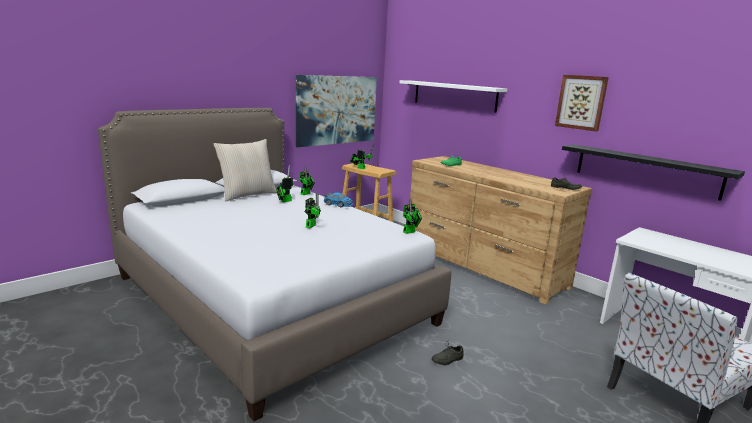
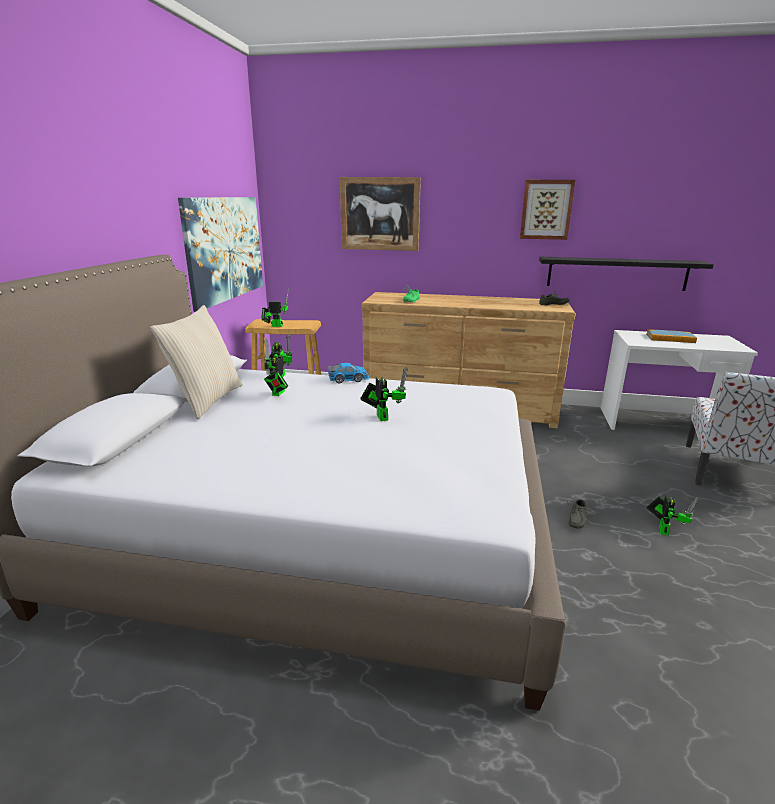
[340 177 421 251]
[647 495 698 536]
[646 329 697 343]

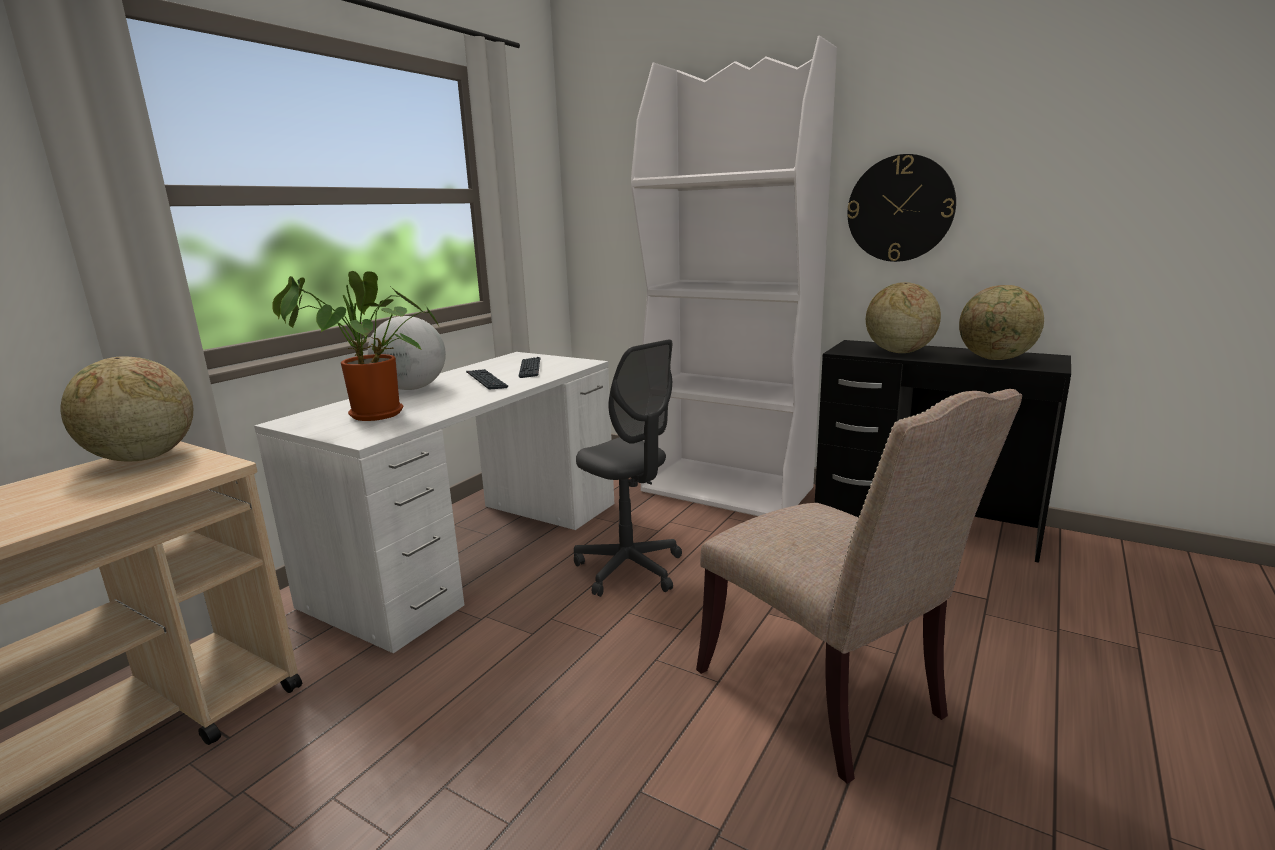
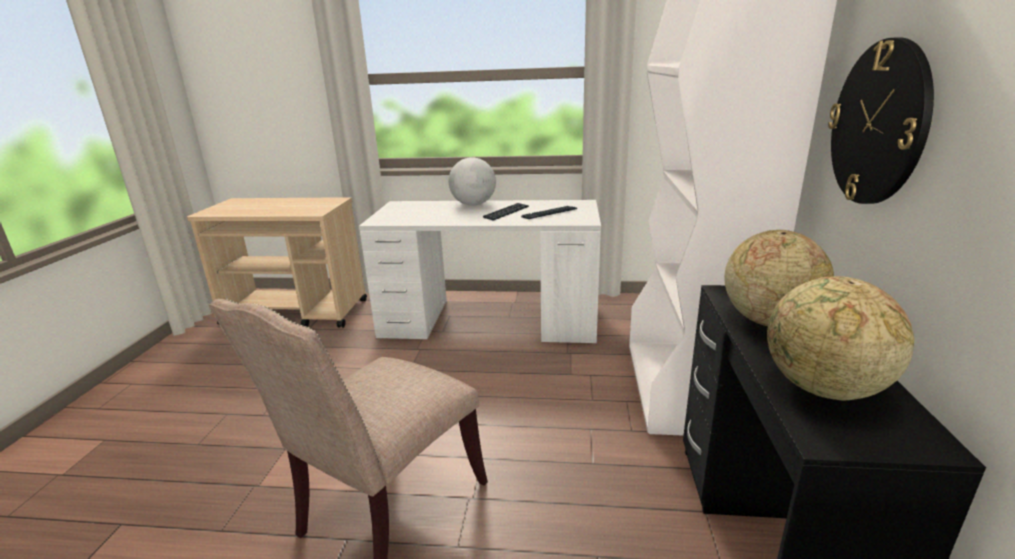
[61 356 193 461] (first image)
[272 271 439 421] (first image)
[574 339 682 597] (first image)

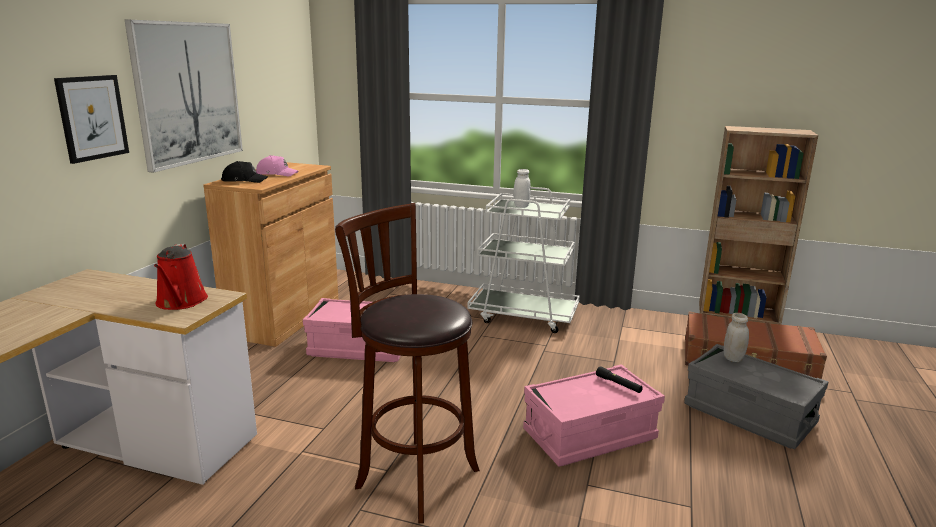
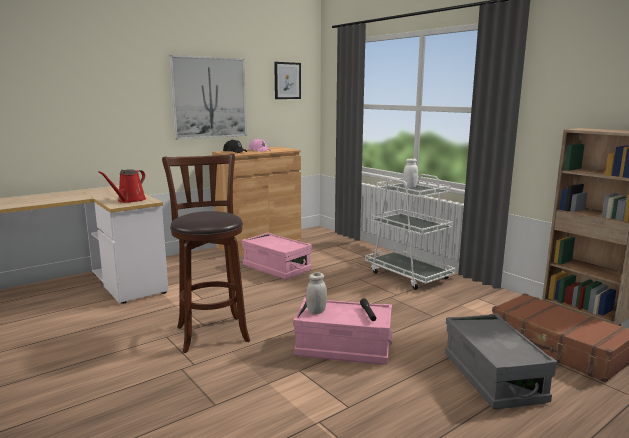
[274 62 301 99]
[306 272 327 314]

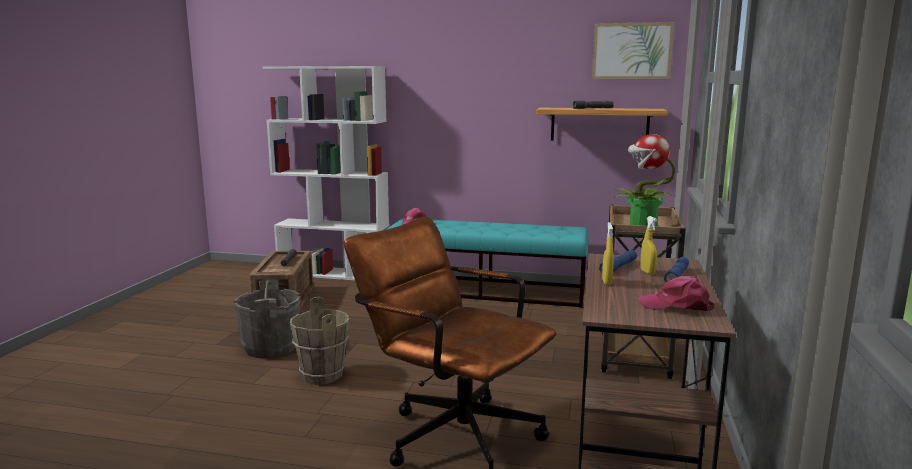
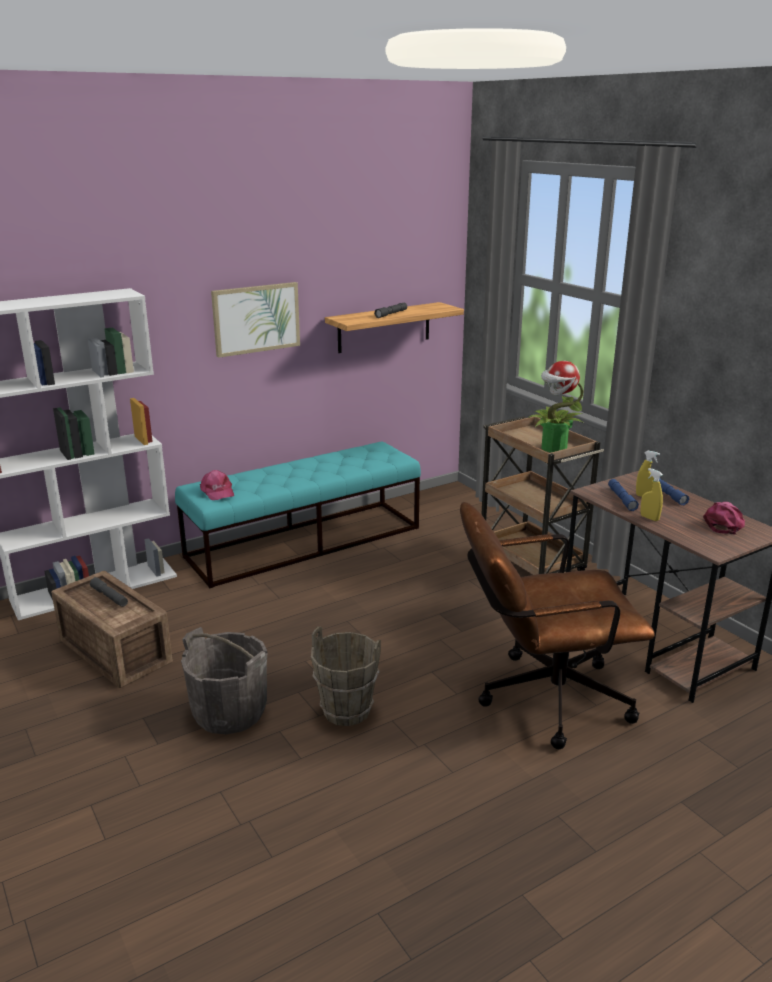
[211 282 300 358]
[703 502 745 534]

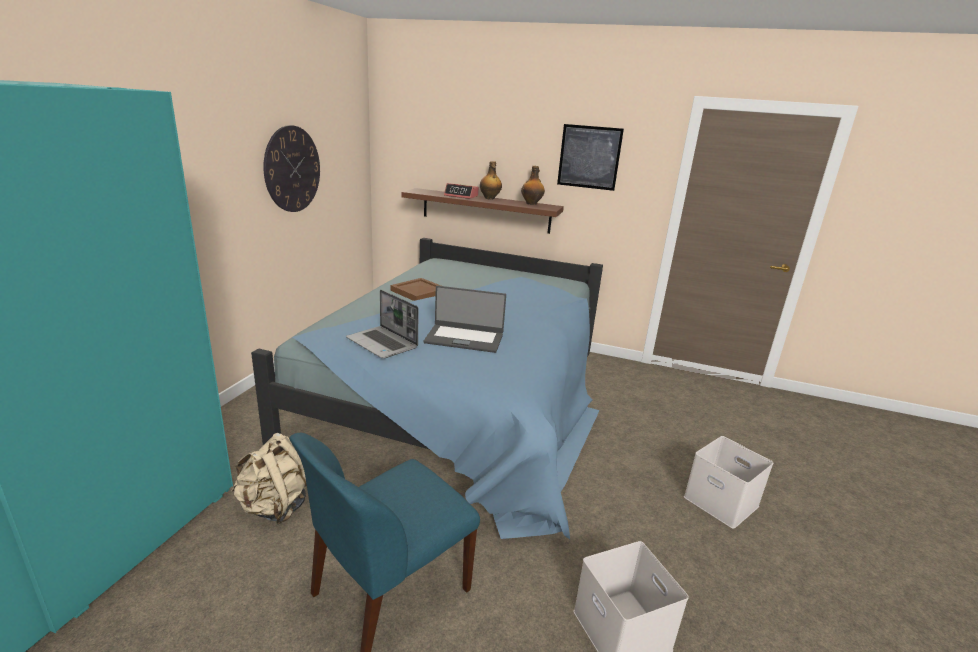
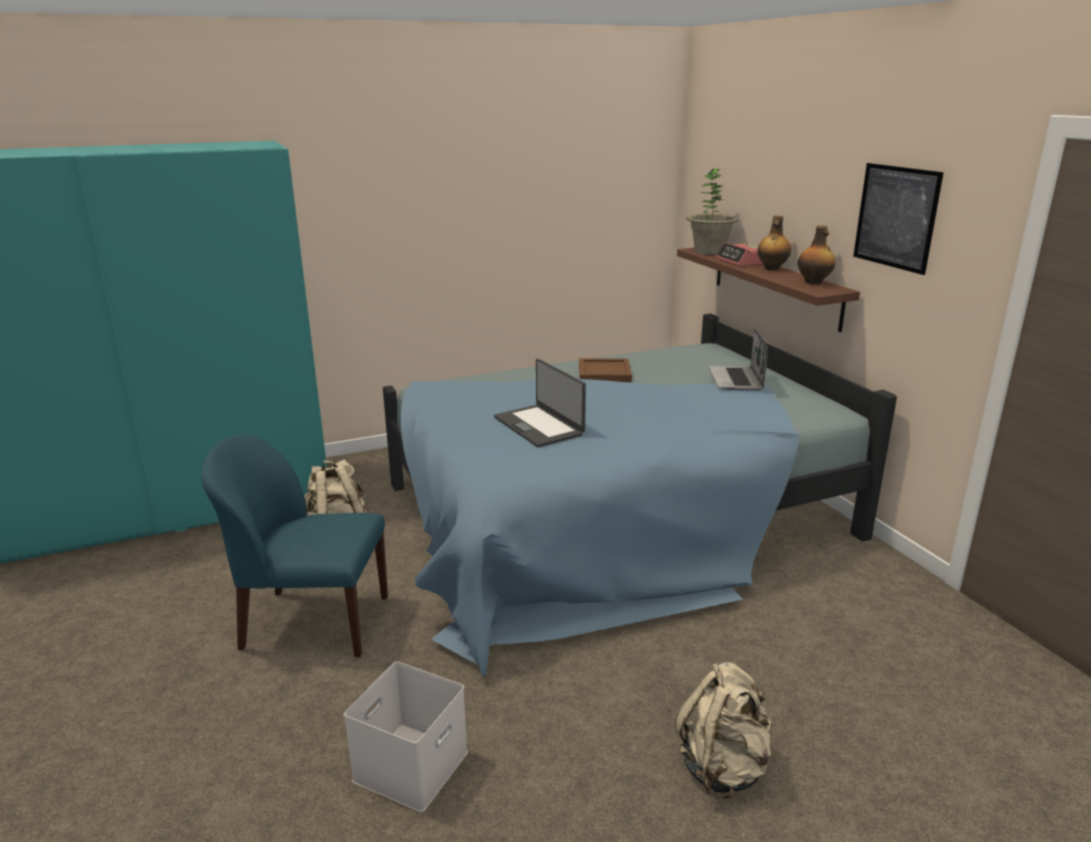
[263 125 320 212] (first image)
[709 328 768 390]
[675 662 773 799]
[686 169 738 255]

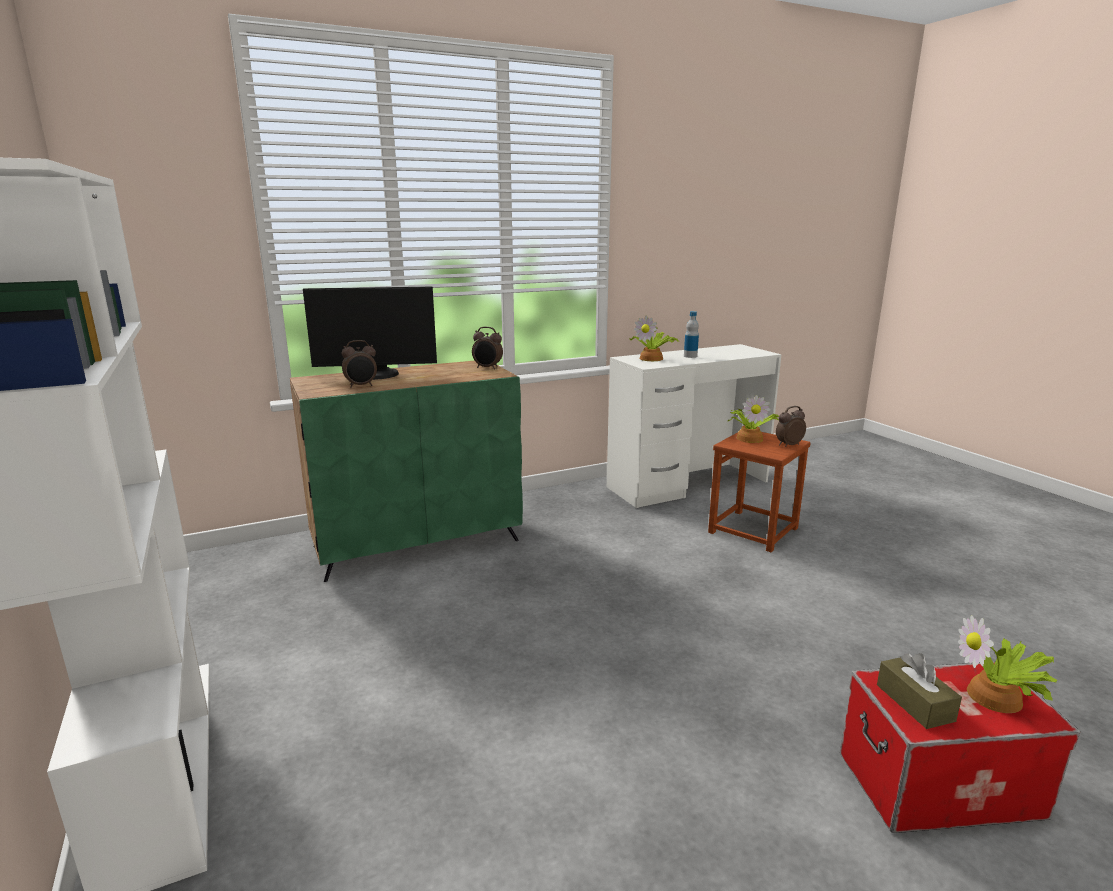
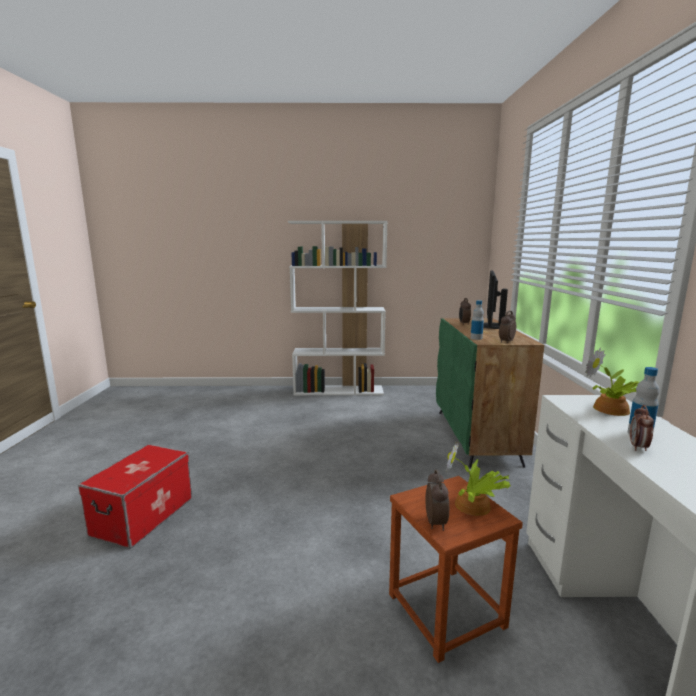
[877 653 962 729] (first image)
[958 615 1058 713] (first image)
[471 300 484 340]
[630 405 654 451]

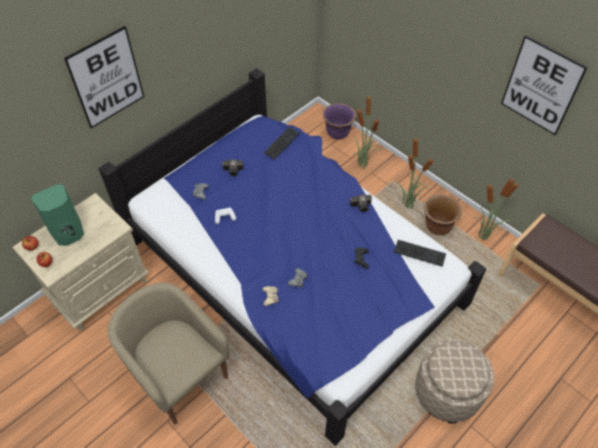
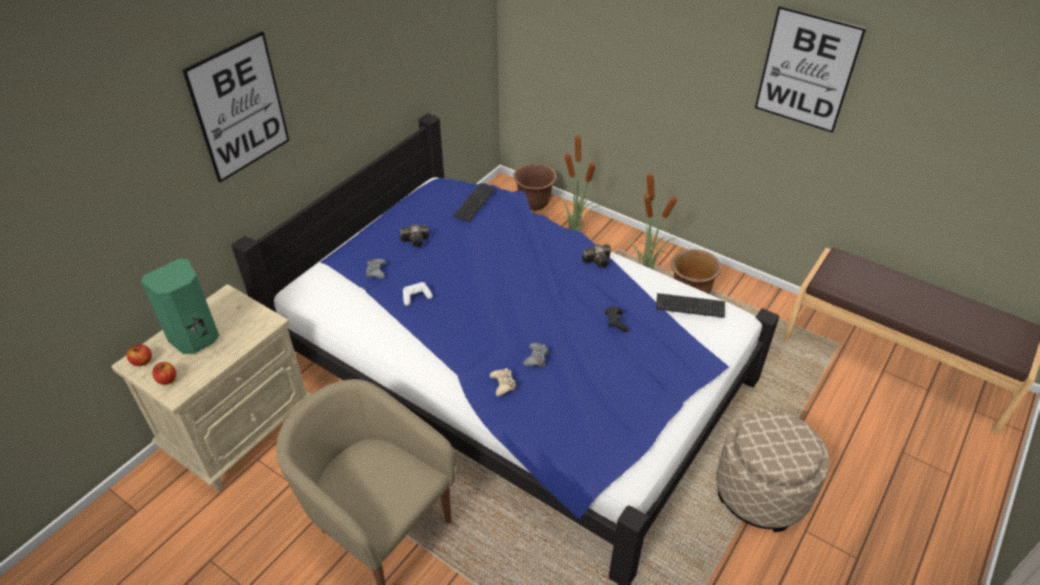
[513 164 557 211]
[474 176 519 240] (first image)

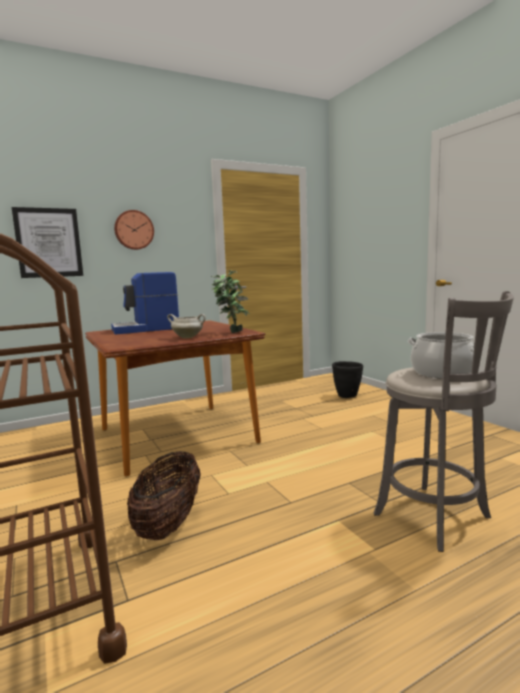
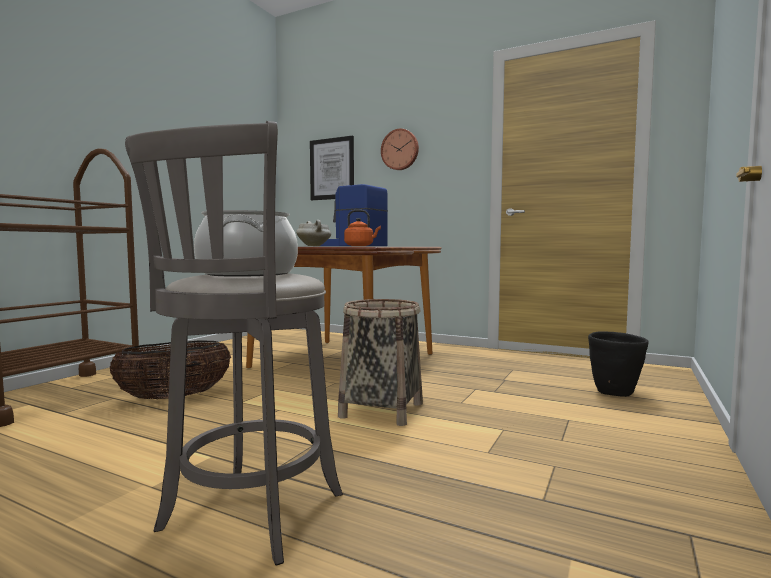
[344 210 381 246]
[338 299 423 426]

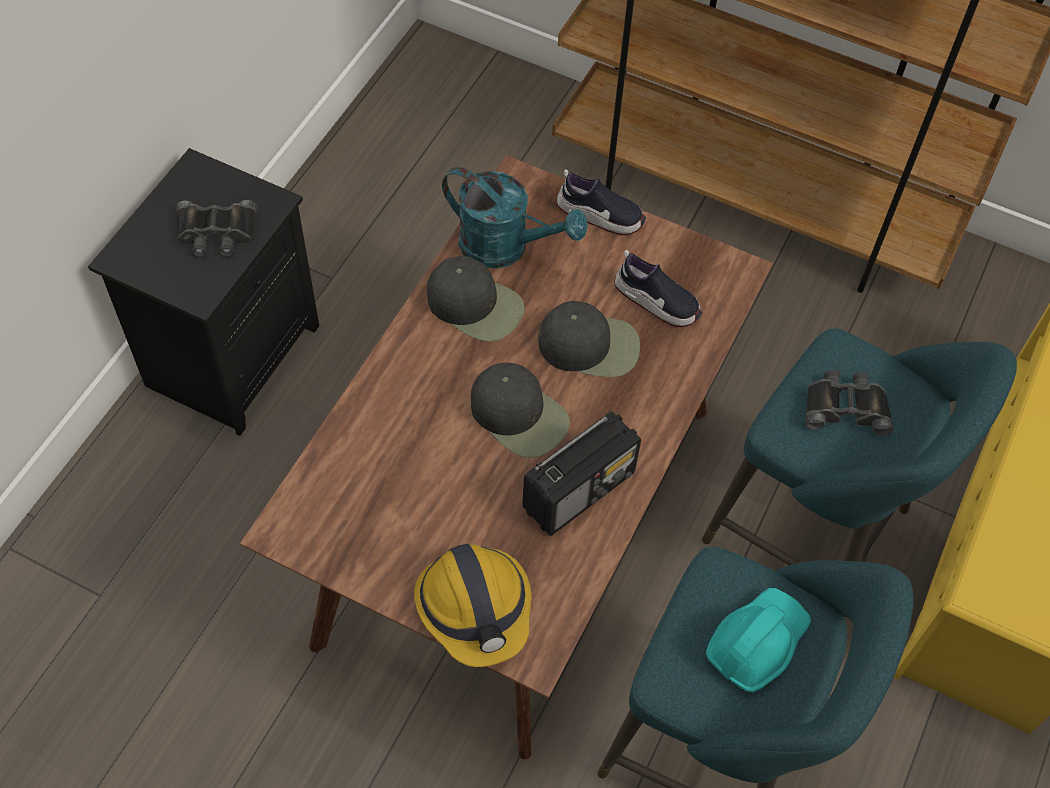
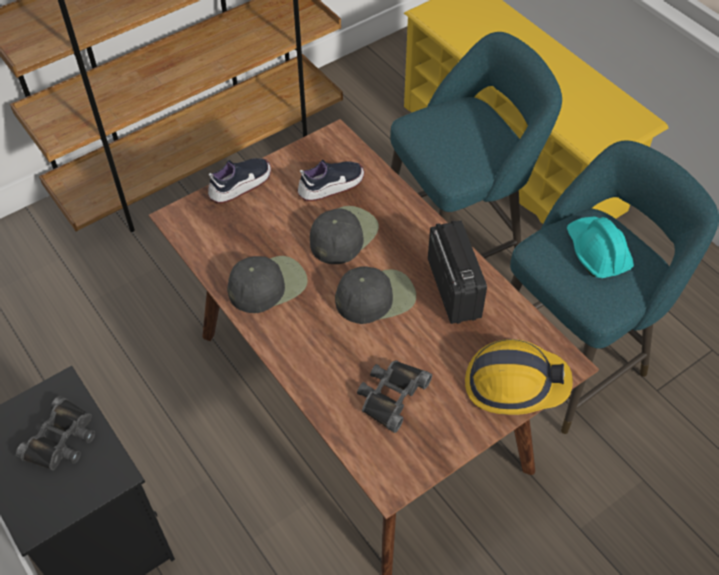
[442 167 588 269] (first image)
[357 360 432 433]

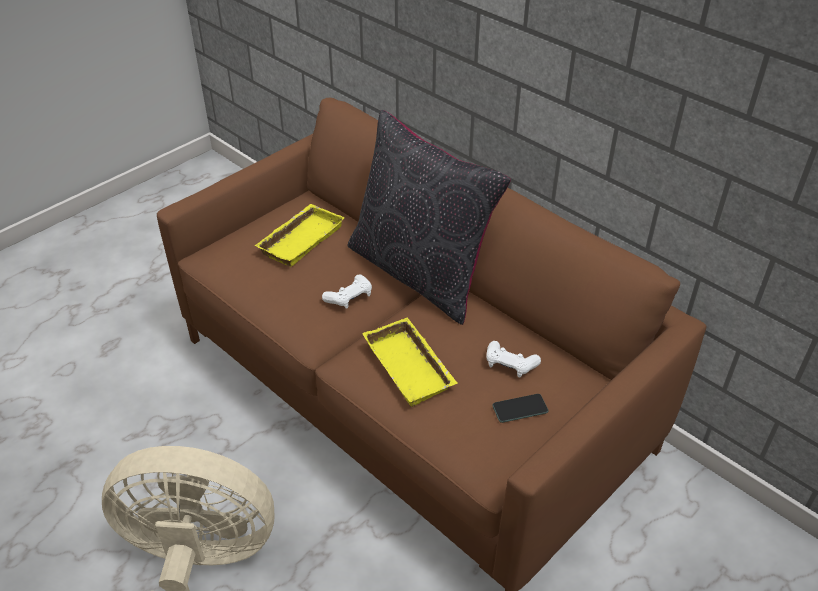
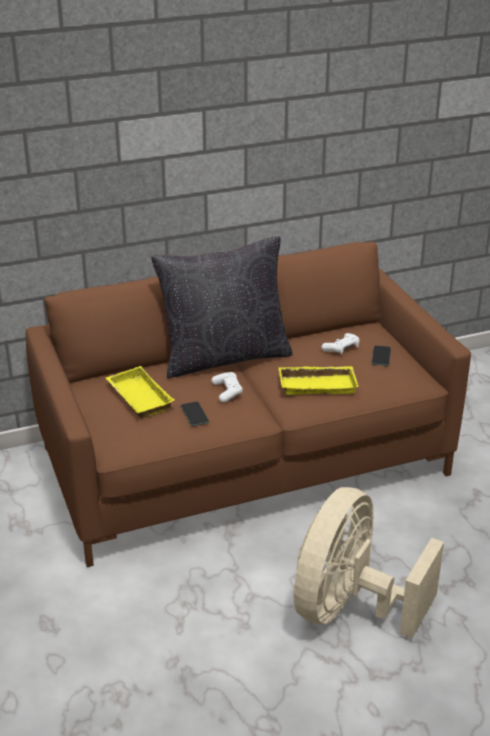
[181 401 209 426]

